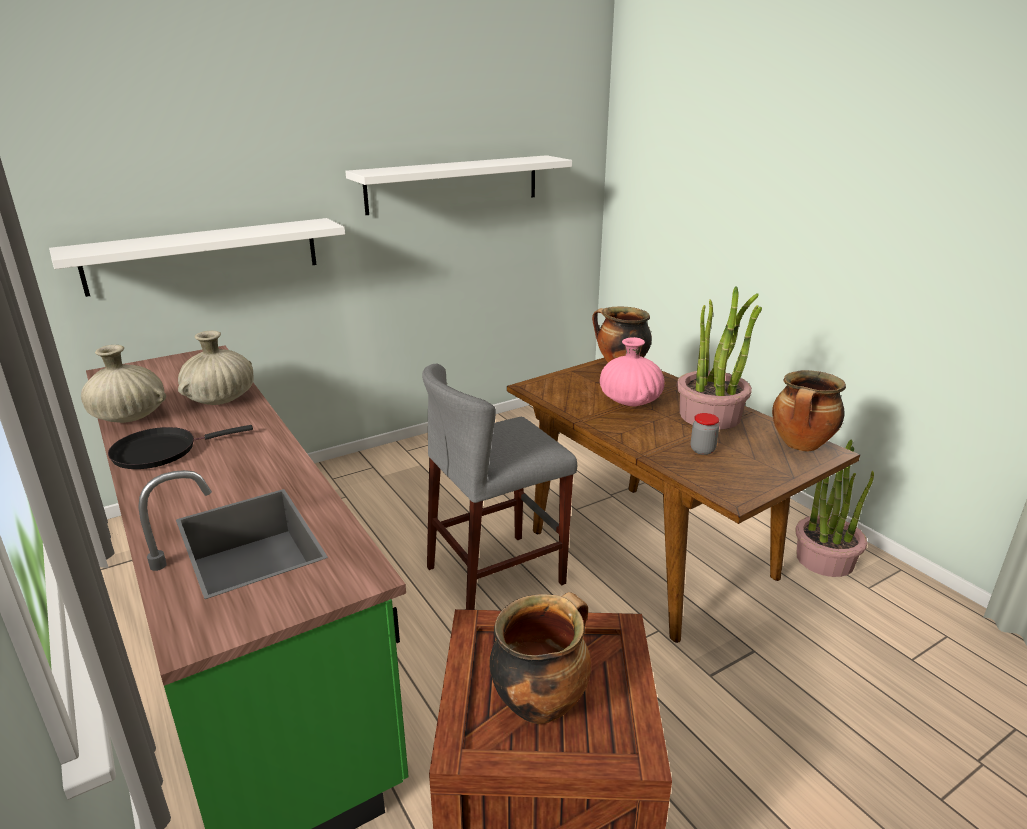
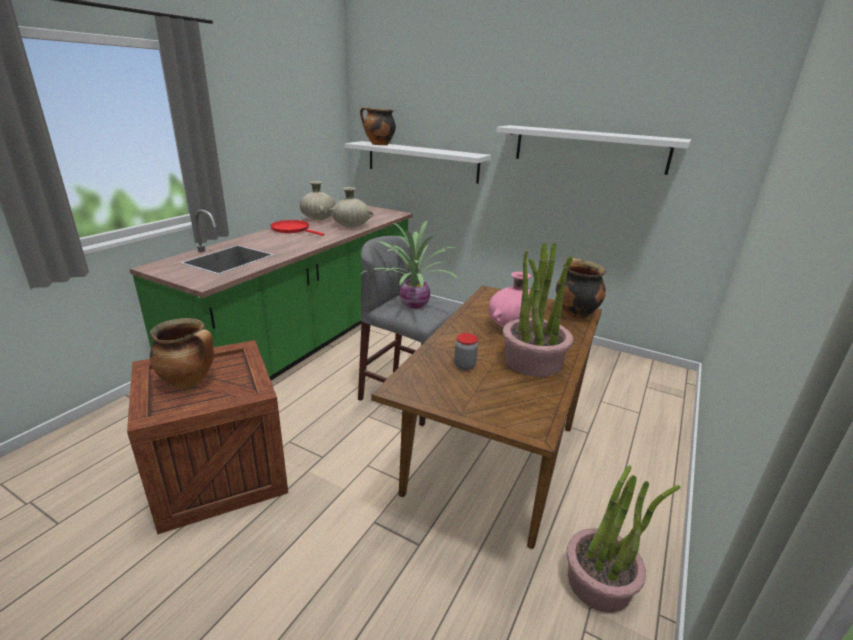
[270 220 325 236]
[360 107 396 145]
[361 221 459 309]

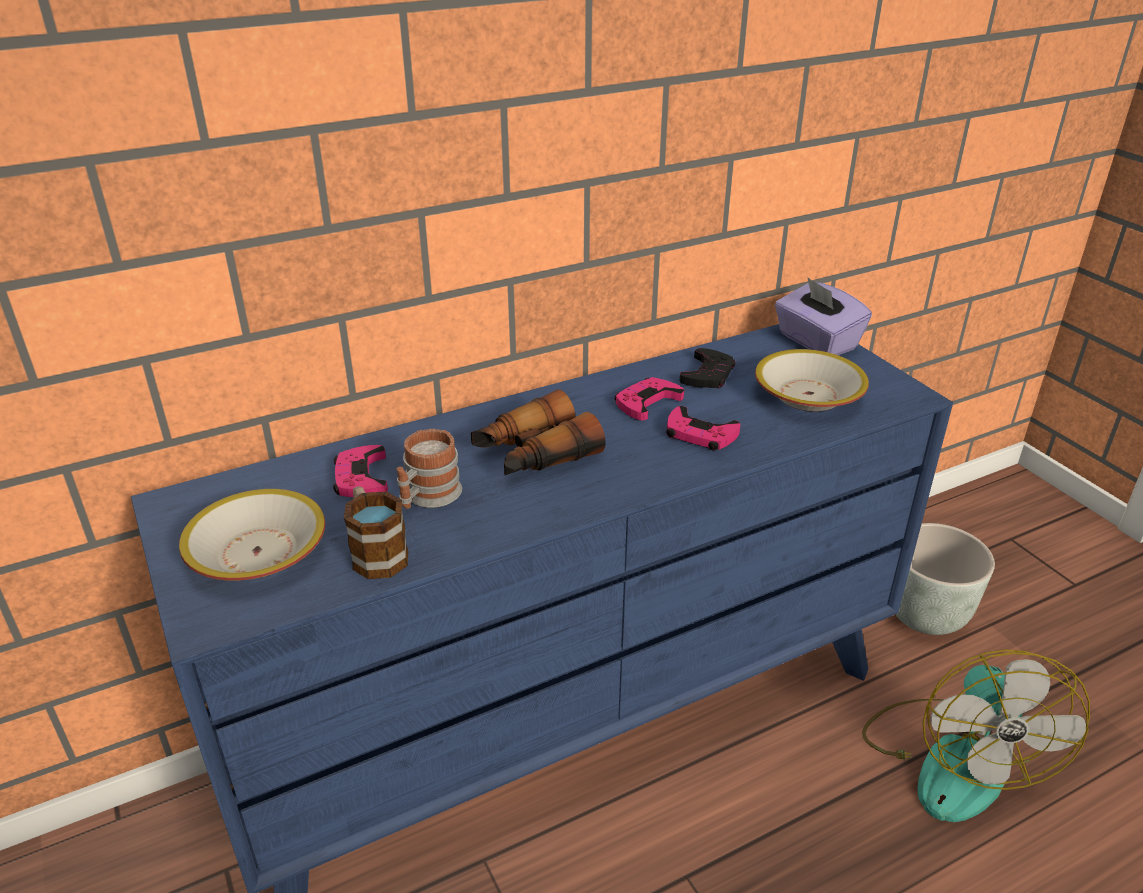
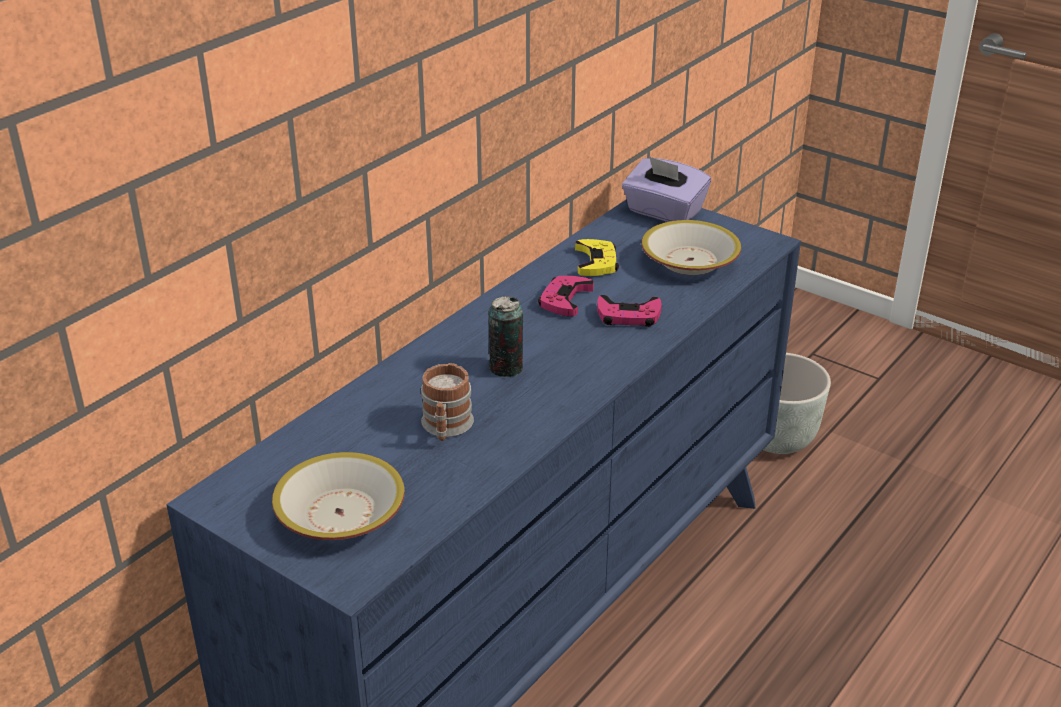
[333 445 388 497] (first image)
[344 486 408 579] (first image)
[489 297 523 377]
[575 239 619 276]
[862 649 1090 822] (first image)

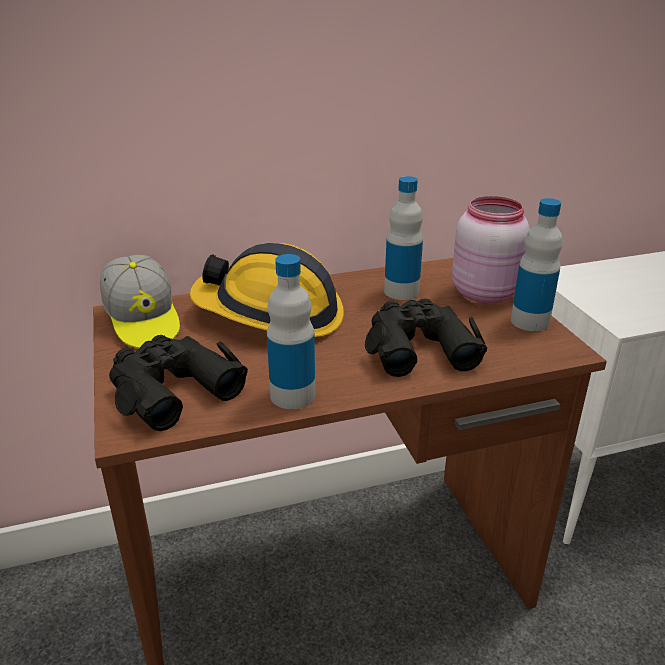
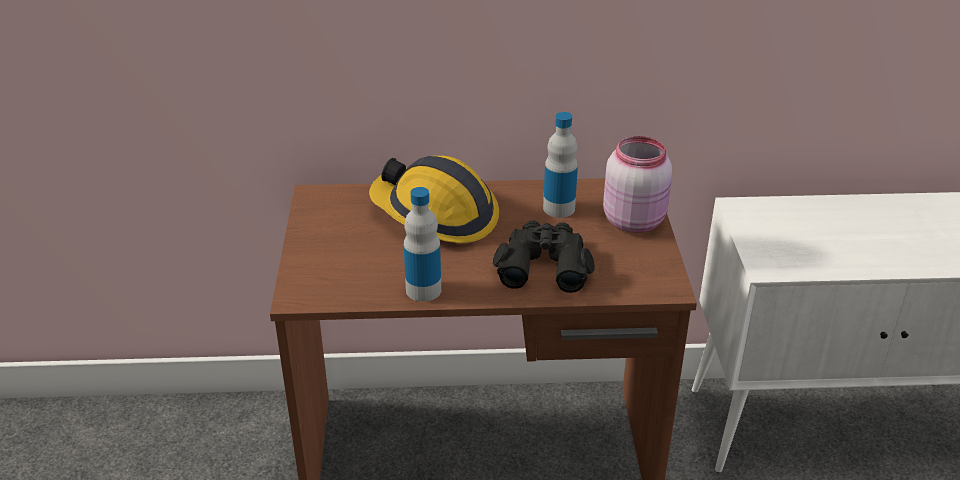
[100 255 180 349] (first image)
[109 335 248 431] (first image)
[511 198 563 331] (first image)

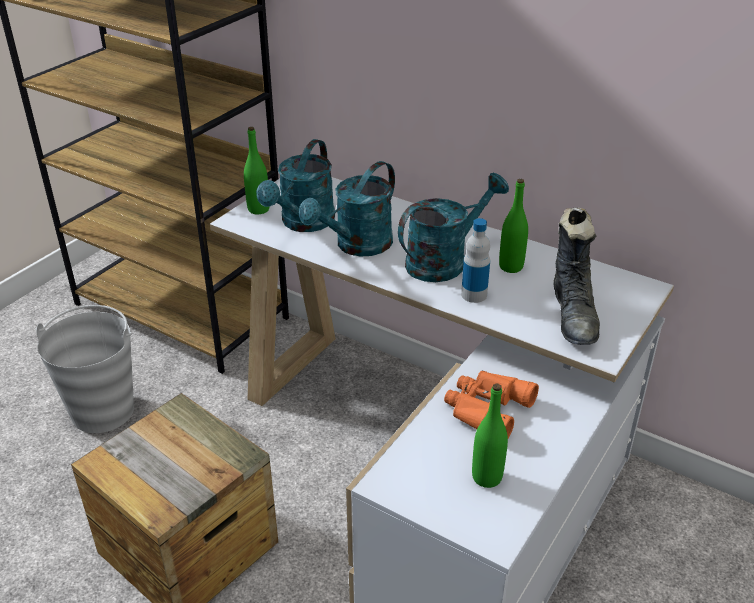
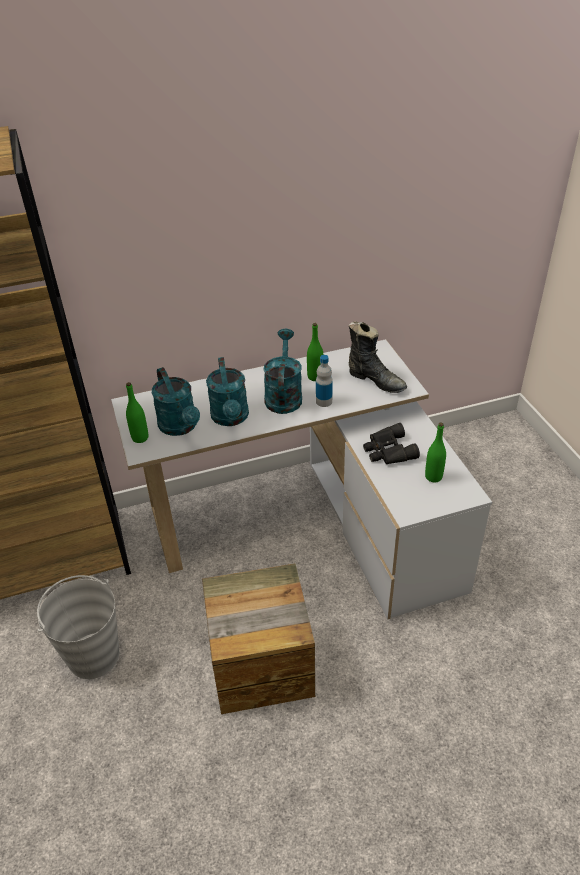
[363 423 420 464]

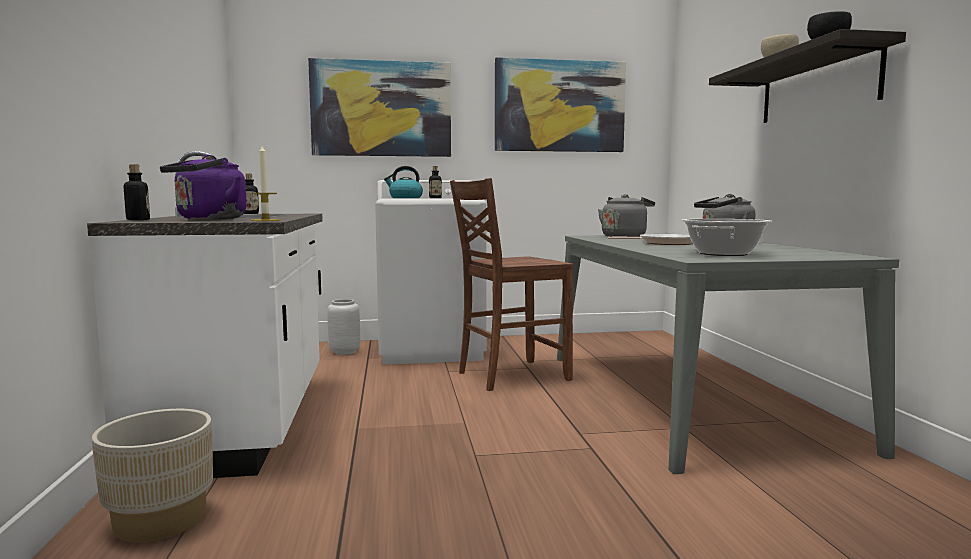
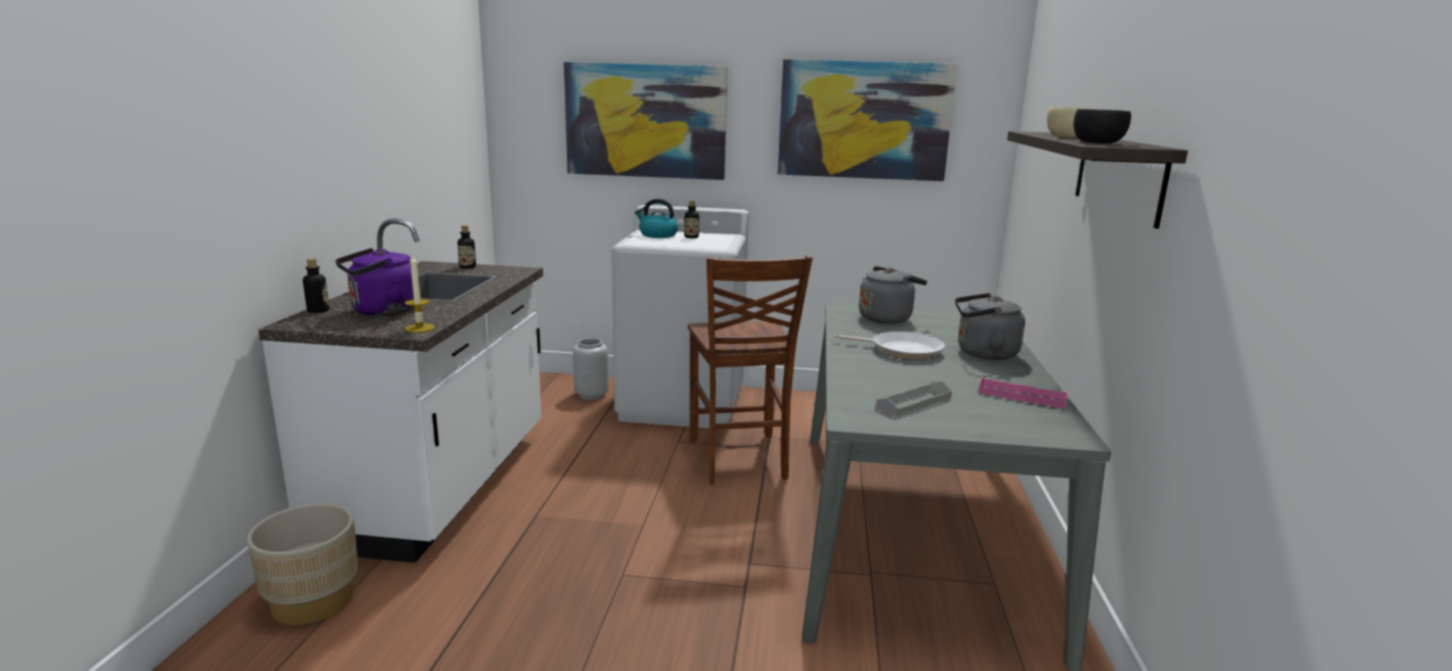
[688 255 813 485]
[876 381 952 417]
[979 376 1068 409]

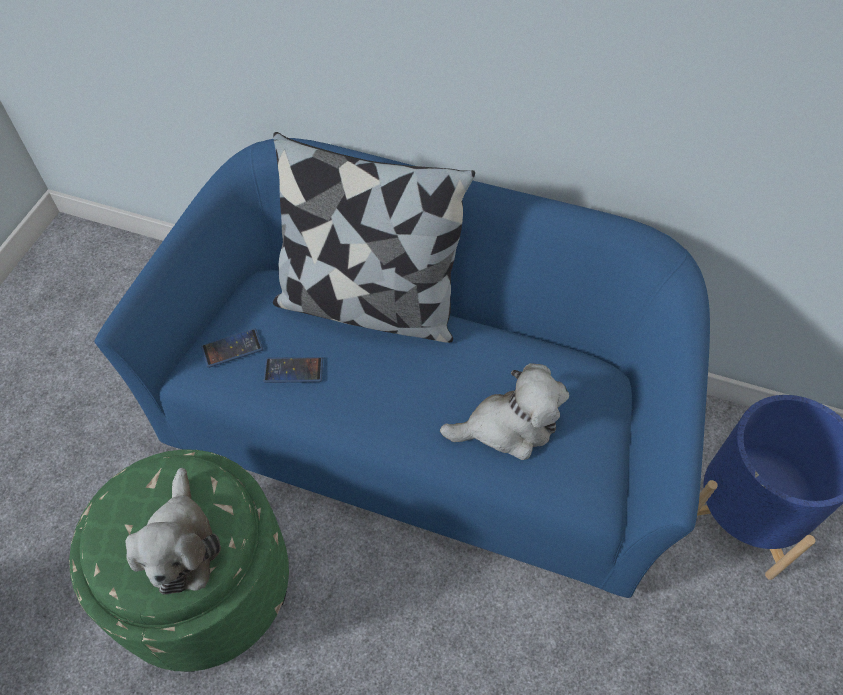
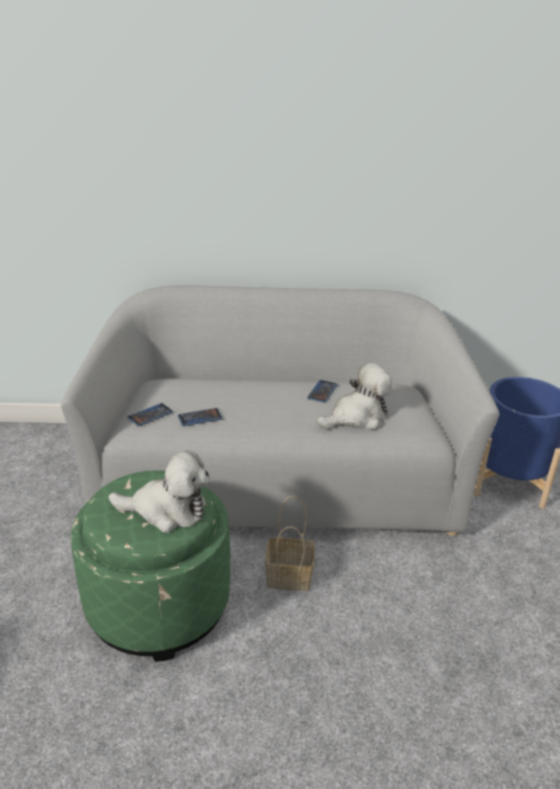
[61 285 499 536]
[108 450 209 533]
[273 132 475 343] (first image)
[266 496 315 591]
[307 380 337 403]

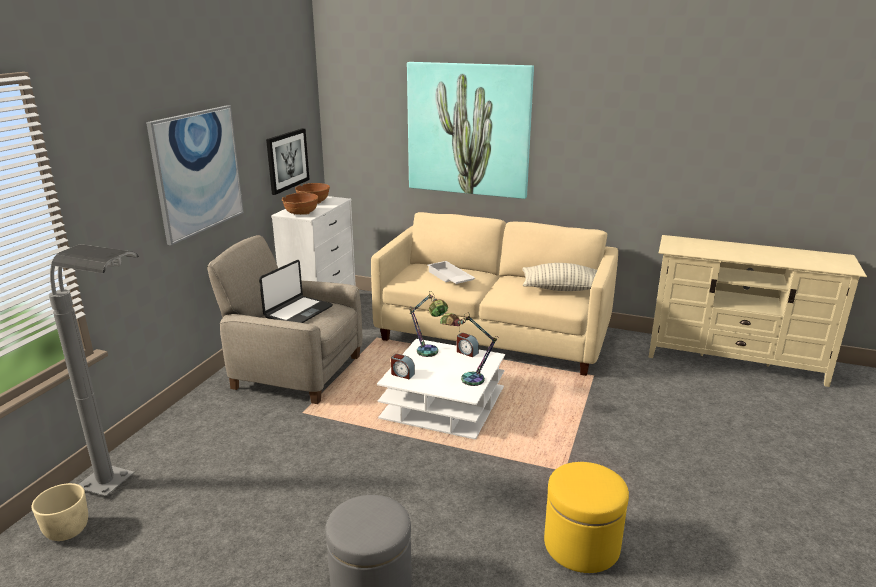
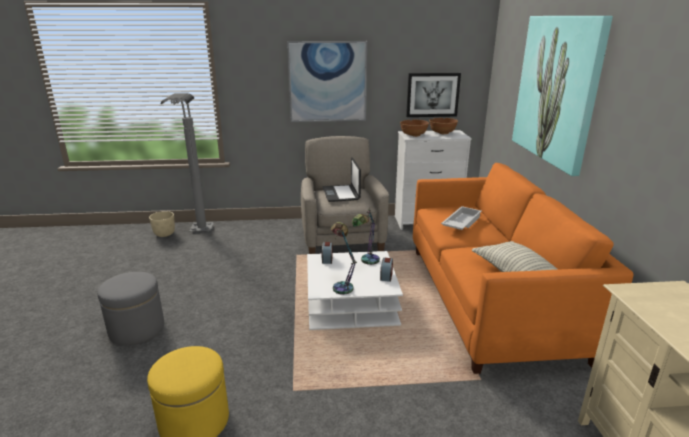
[323 157 361 202]
[413 163 633 374]

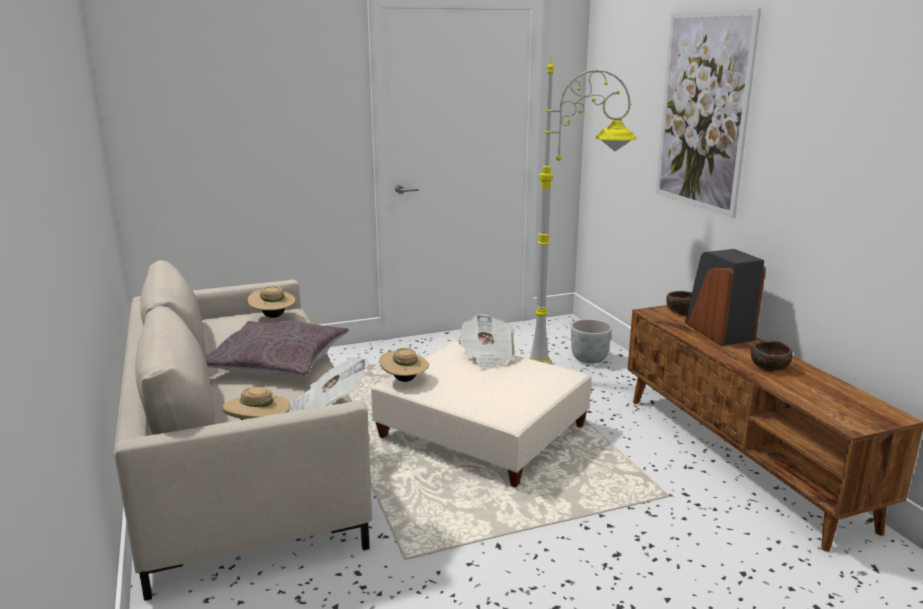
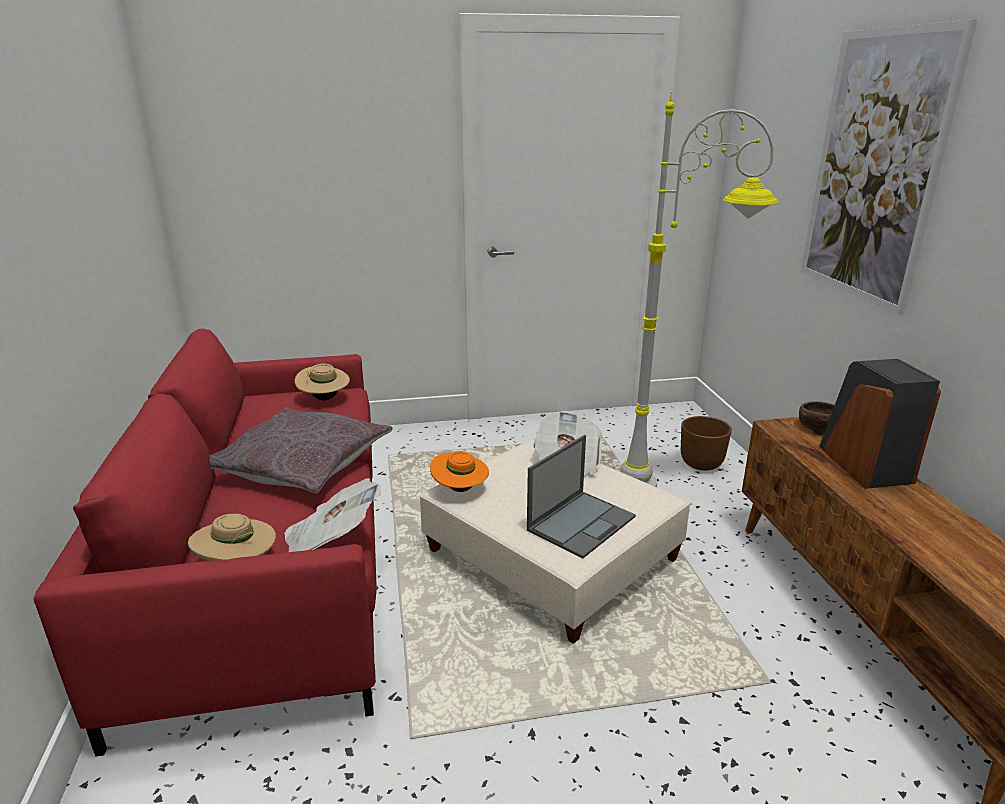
[33 328 377 757]
[430 451 489 492]
[681 416 732 471]
[751 341 793 372] (first image)
[527 435 636 558]

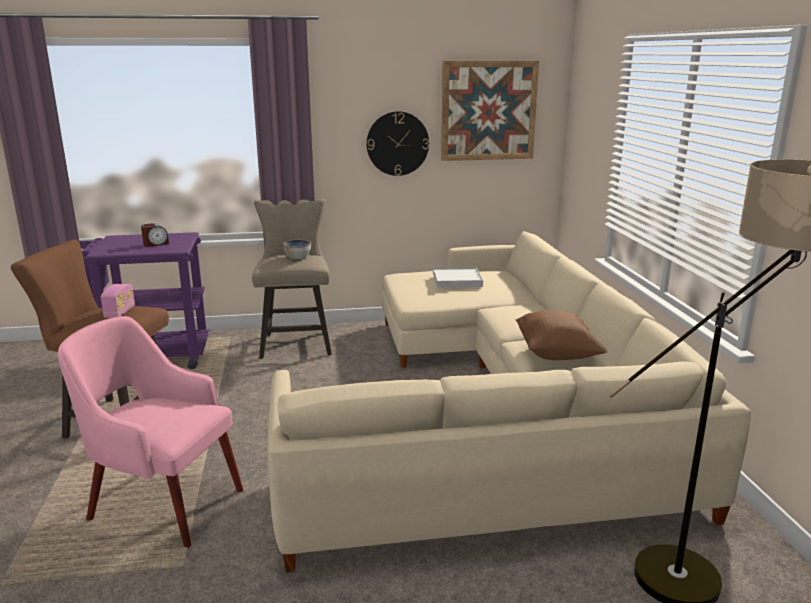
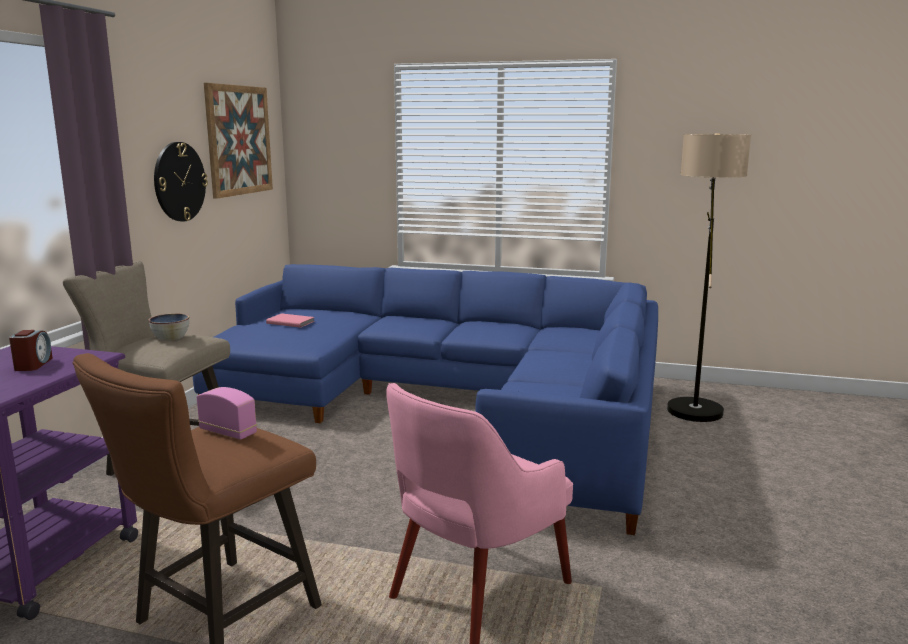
[193 264 658 535]
[266 313 315 328]
[516 310 608 360] (first image)

